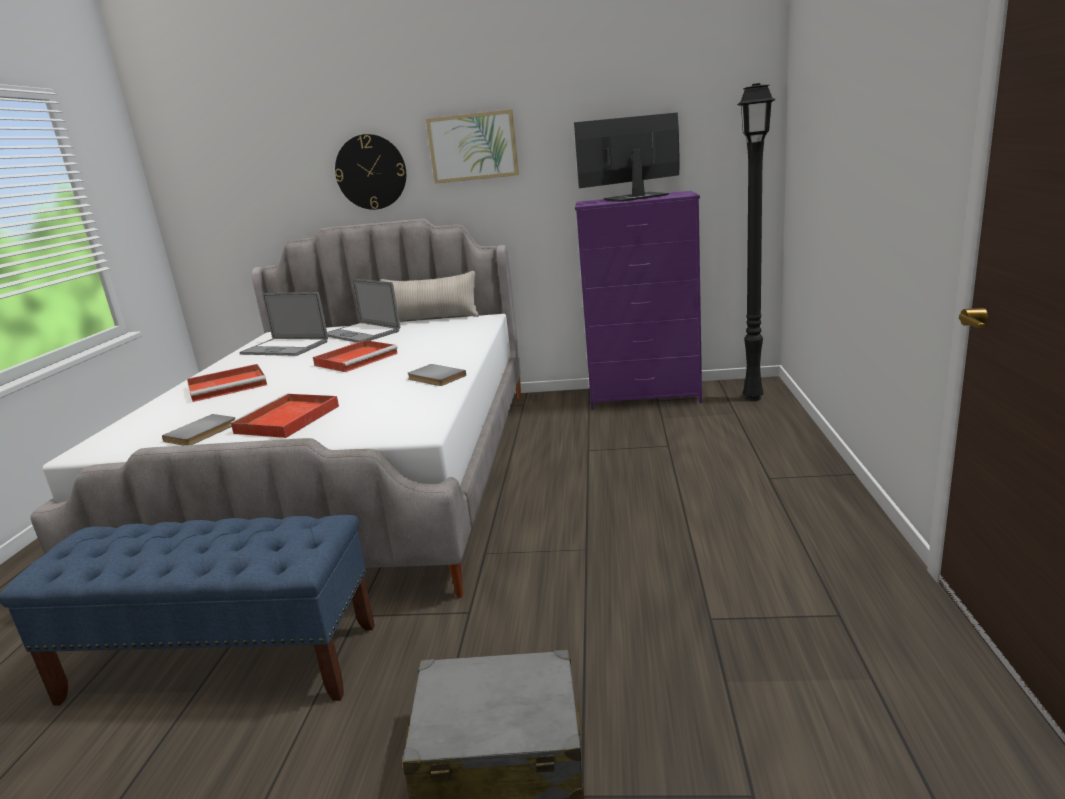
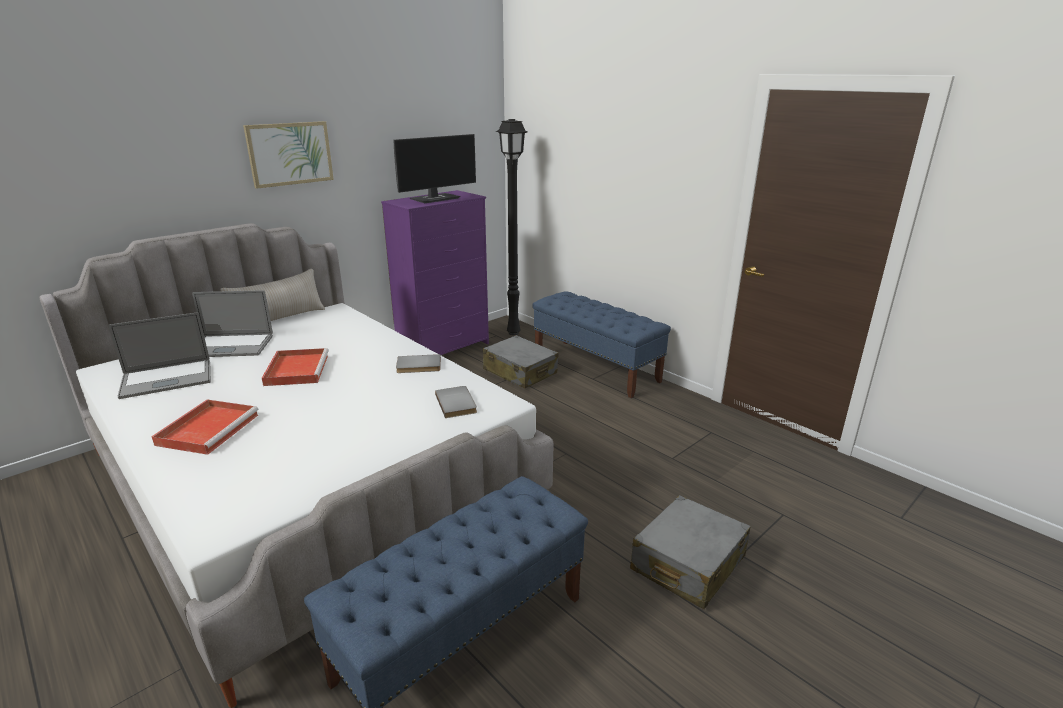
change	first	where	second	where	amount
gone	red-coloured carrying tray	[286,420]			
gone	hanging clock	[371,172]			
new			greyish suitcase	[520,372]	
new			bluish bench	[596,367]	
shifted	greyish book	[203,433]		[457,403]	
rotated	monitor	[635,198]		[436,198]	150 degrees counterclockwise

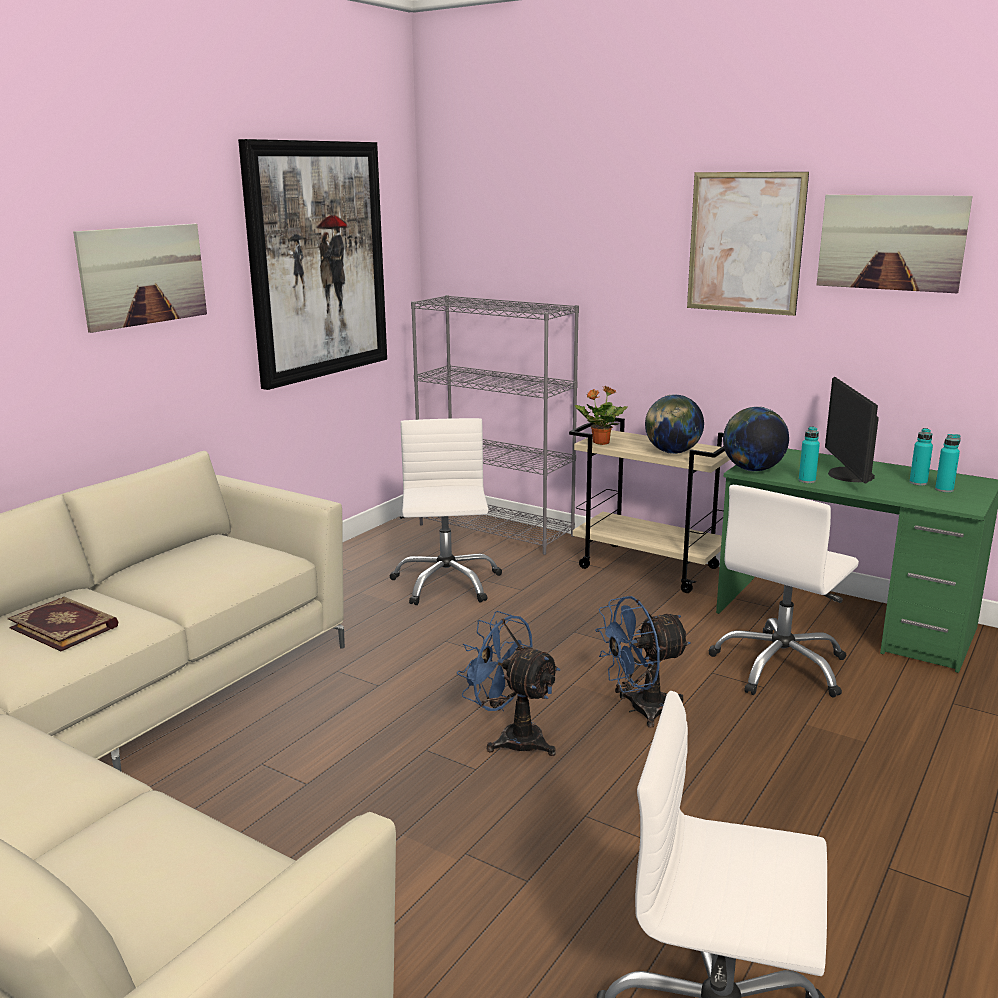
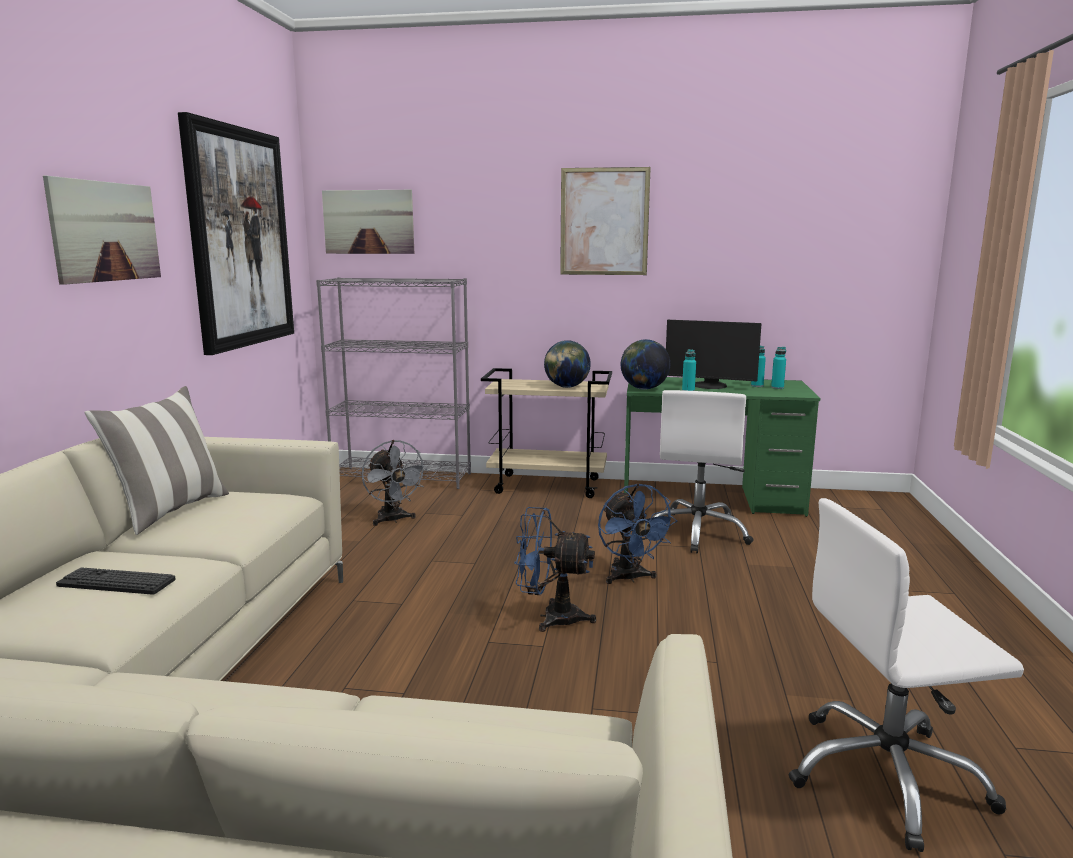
change	first	where	second	where	amount
gone	plant in a pot	[600,442]			
new			pillow	[170,511]	
shifted	wall picture	[891,242]		[368,222]	
swapped	book	[65,626]	computer keyboard	[116,582]	
swapped	white-coloured computer chair	[446,583]	greyish fan	[393,520]	
rotated	bluish fan	[640,710]		[629,578]	60 degrees counterclockwise
rotated	monitor	[848,475]		[709,386]	45 degrees counterclockwise

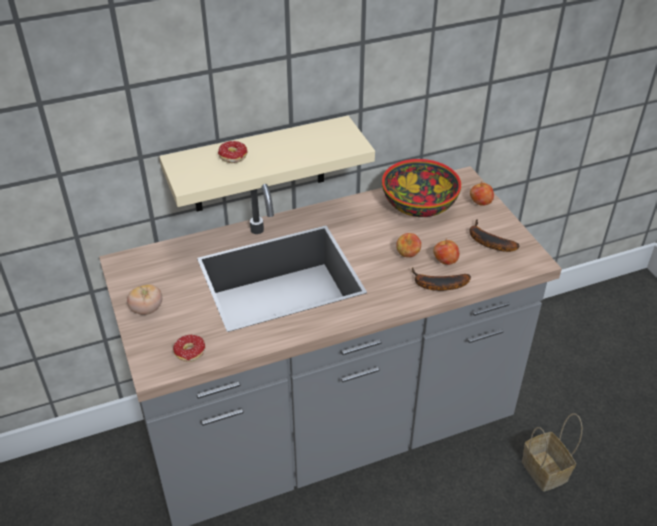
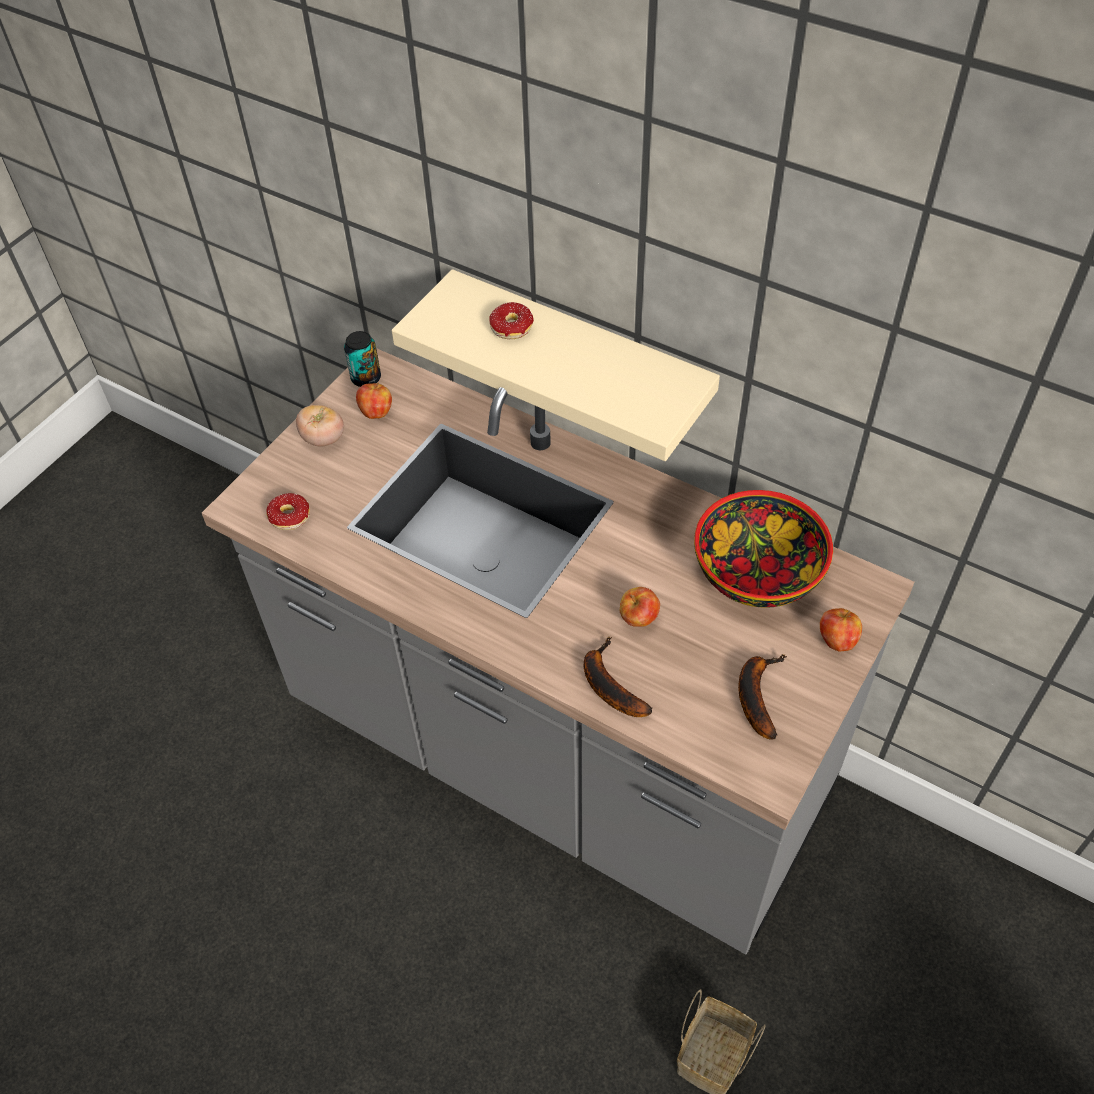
change	first	where	second	where	amount
new			can	[366,378]	
shifted	apple fruit	[445,261]		[376,412]	

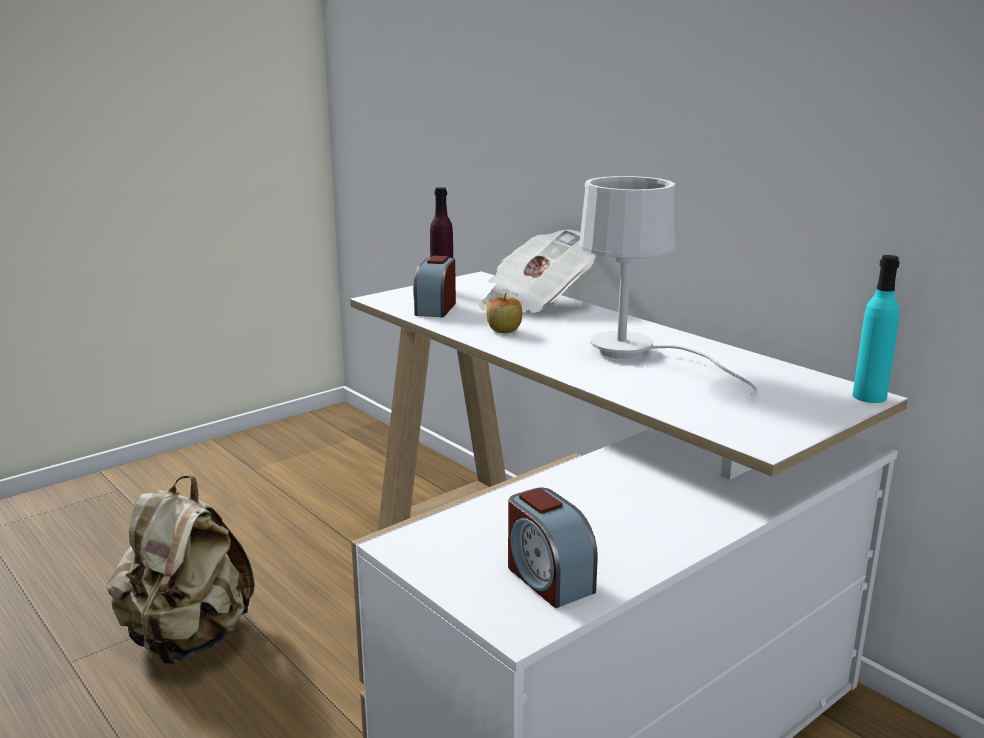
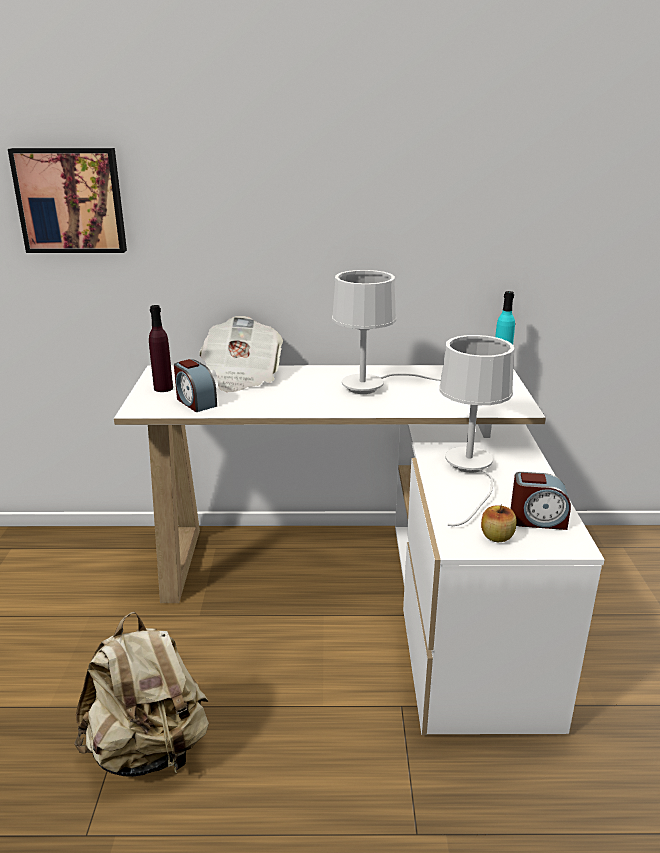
change	first	where	second	where	amount
new			wall picture	[71,200]	
new			white-coloured table lamp	[470,472]	
shifted	apple fruit	[504,330]		[497,537]	

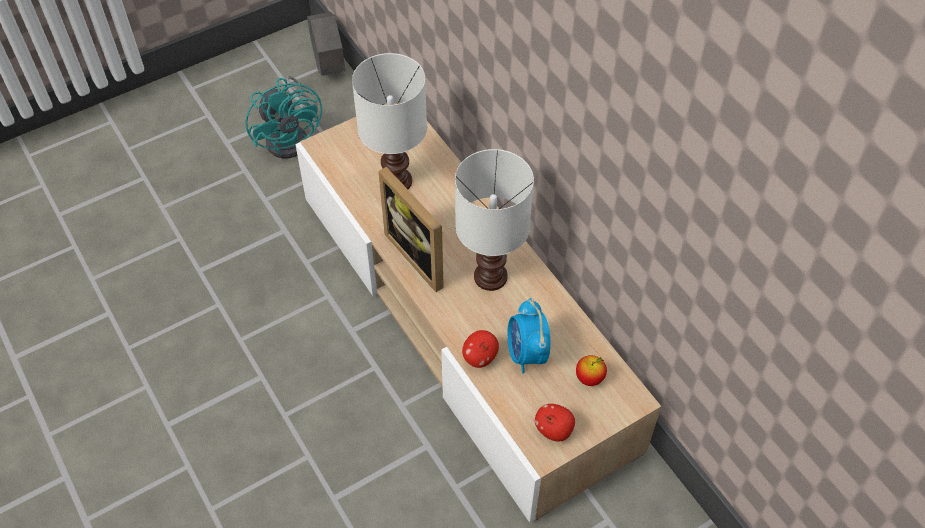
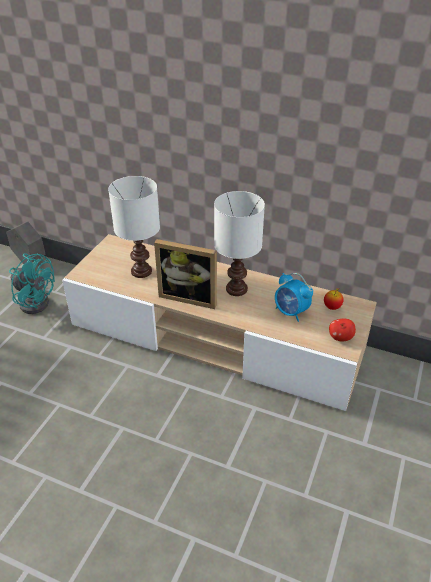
change	first	where	second	where	amount
gone	apple fruit	[480,357]			

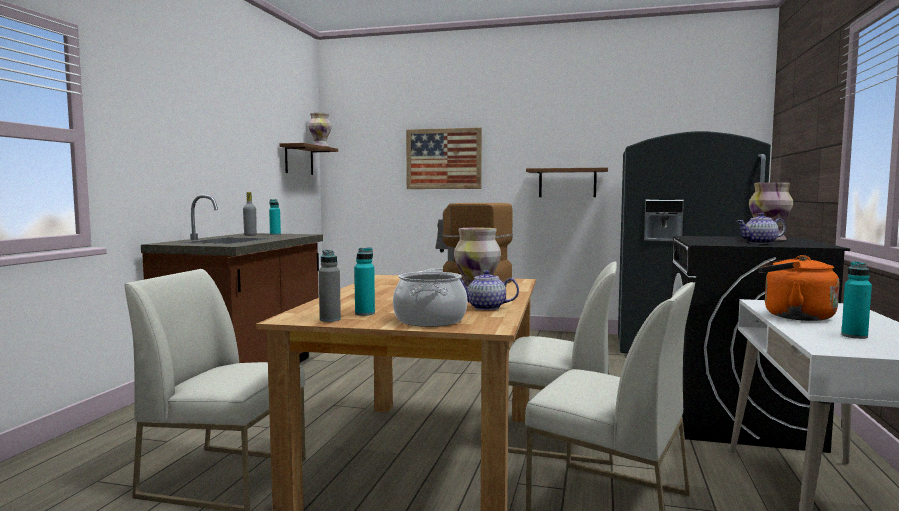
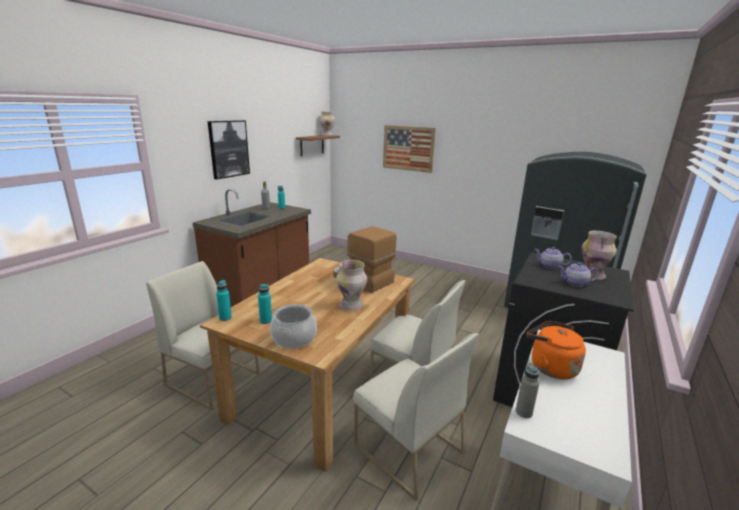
change	first	where	second	where	amount
gone	wall shelf	[567,183]			
new			wall picture	[228,149]	
shifted	greyish beverage bottle	[330,319]		[523,412]	
shifted	teapot	[486,307]		[549,266]	
shifted	turquoise-coloured beverage bottle	[854,336]		[225,318]	

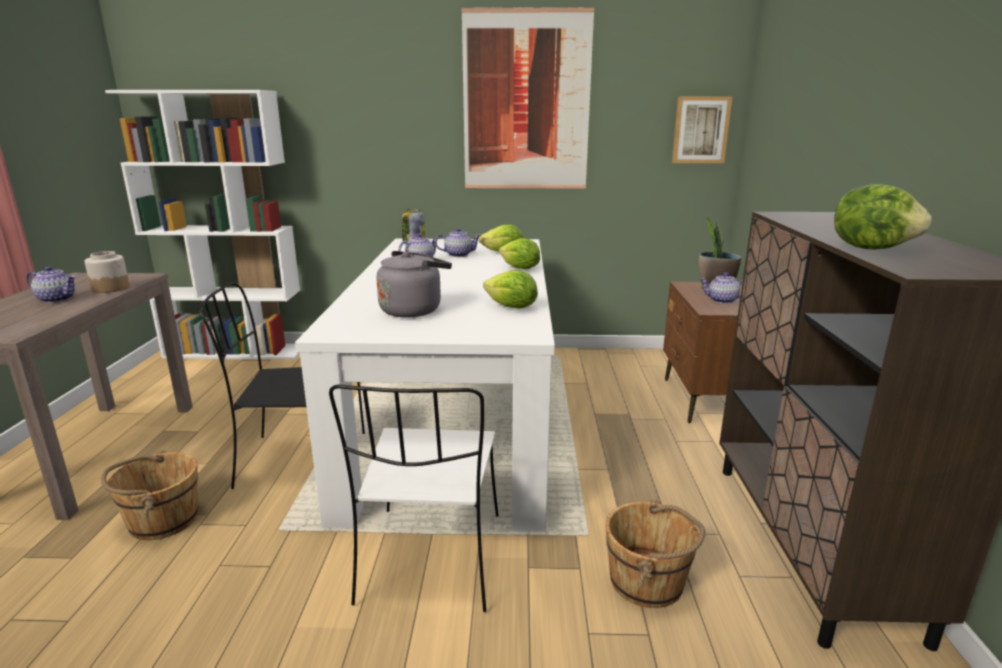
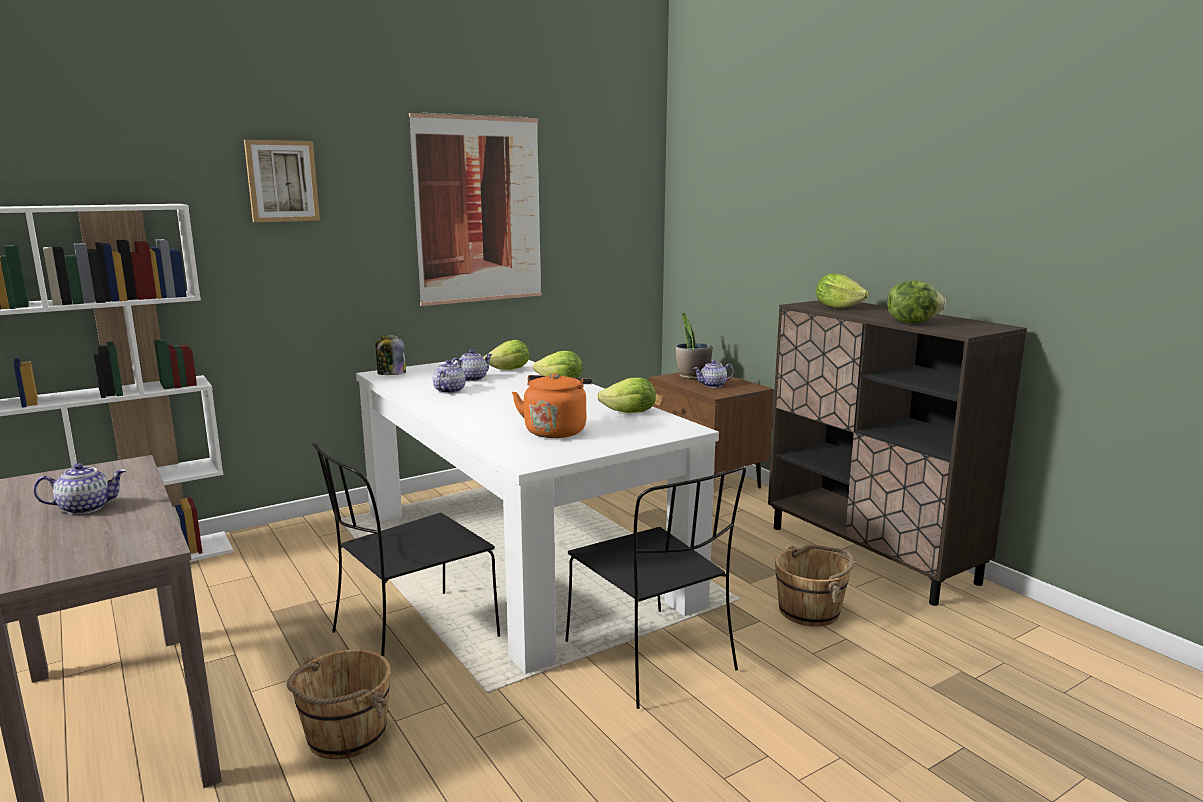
change	first	where	second	where	amount
gone	storage jar	[111,288]			
new			head of lettuce	[838,307]	
shifted	wall picture	[700,130]		[282,181]	
repainted	white-coloured upright chair	[431,560]	black-coloured upright chair	[652,658]	
repainted	greyish water kettle	[413,310]	orange-coloured water kettle	[556,430]	

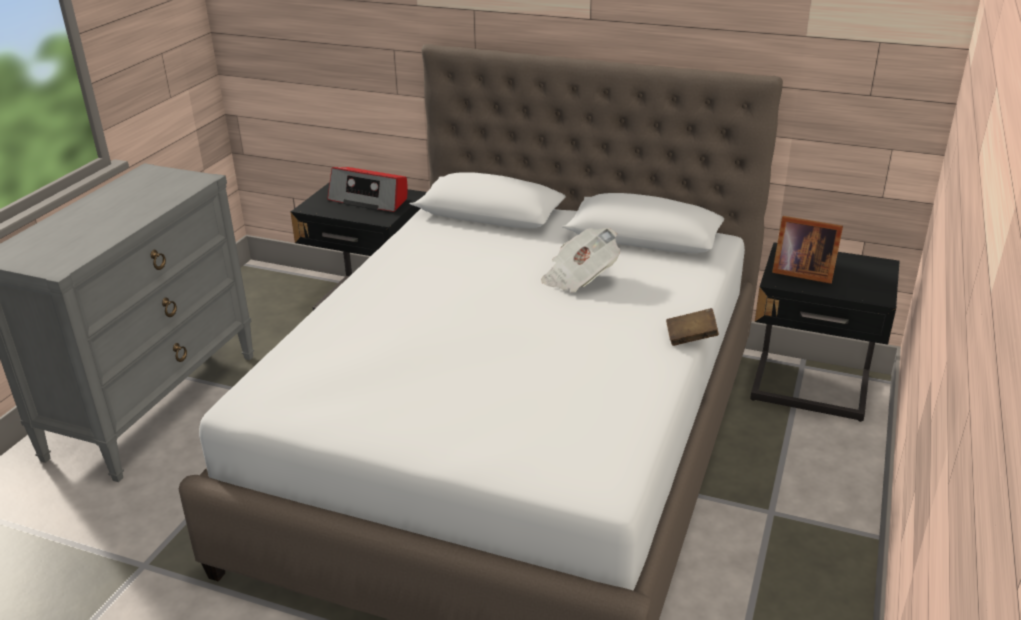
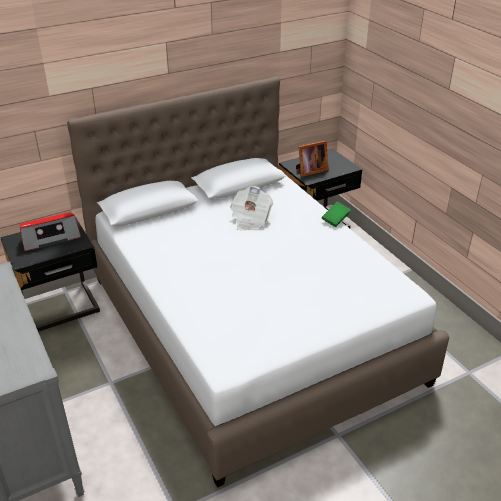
change	first	where	second	where	amount
repainted	brownish book	[691,338]	green-coloured book	[335,220]	

